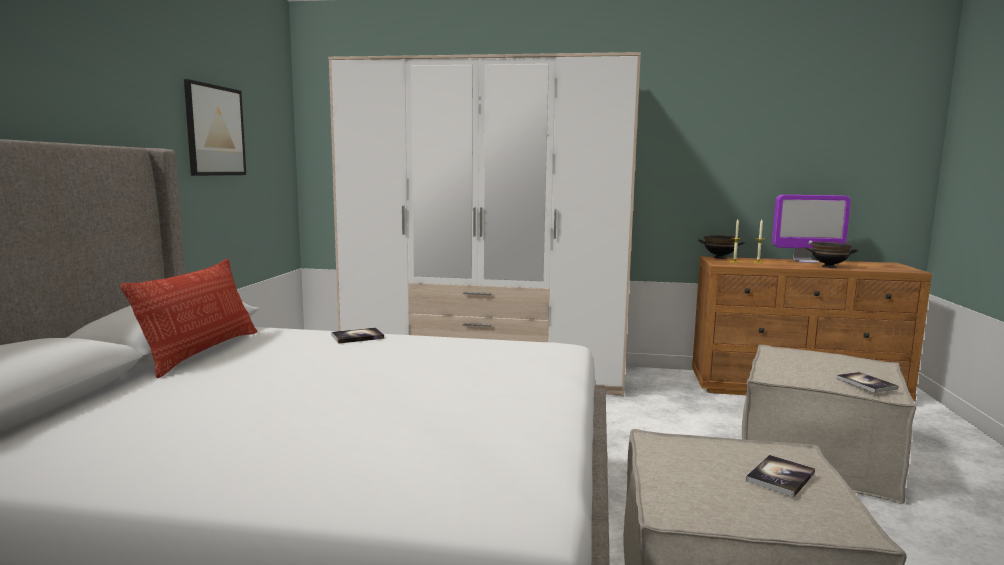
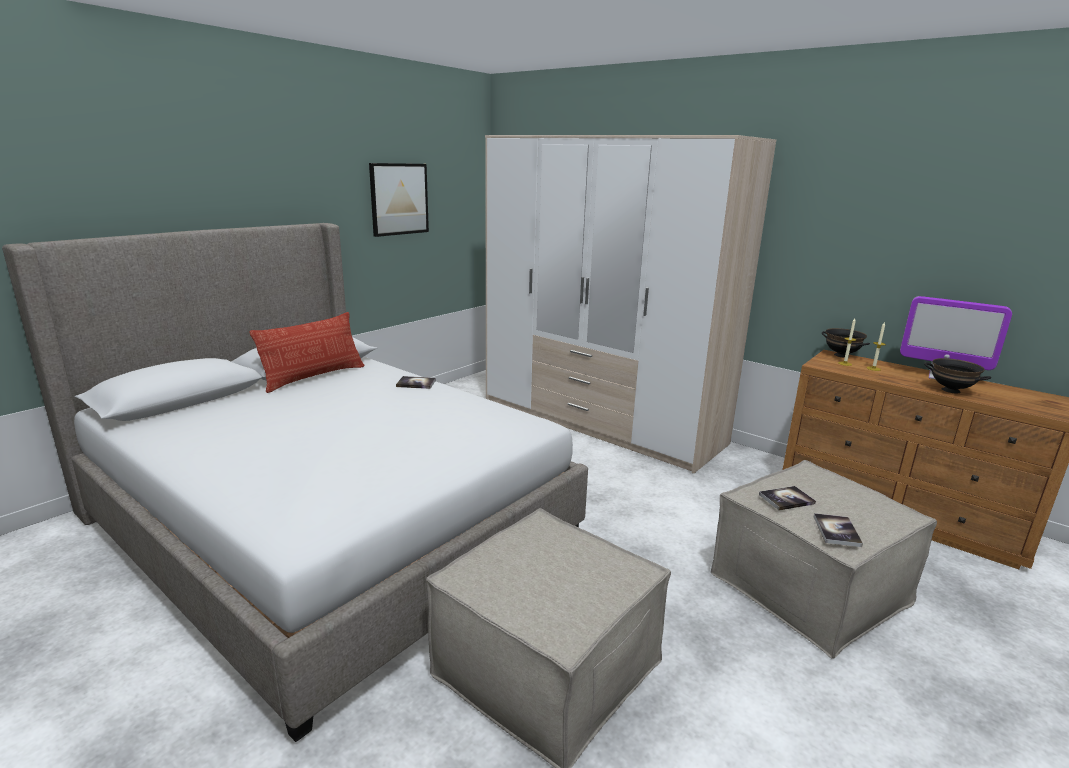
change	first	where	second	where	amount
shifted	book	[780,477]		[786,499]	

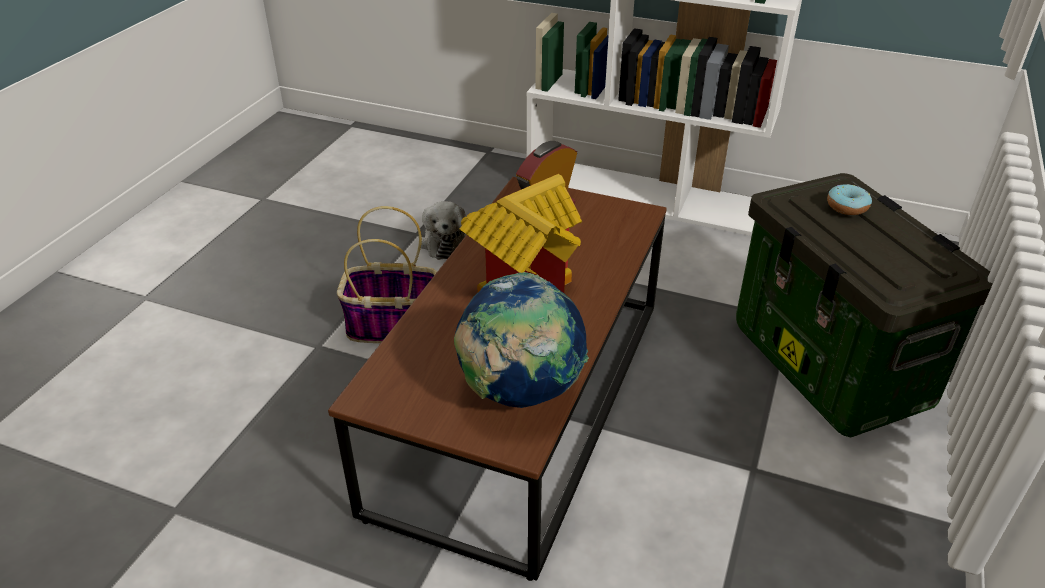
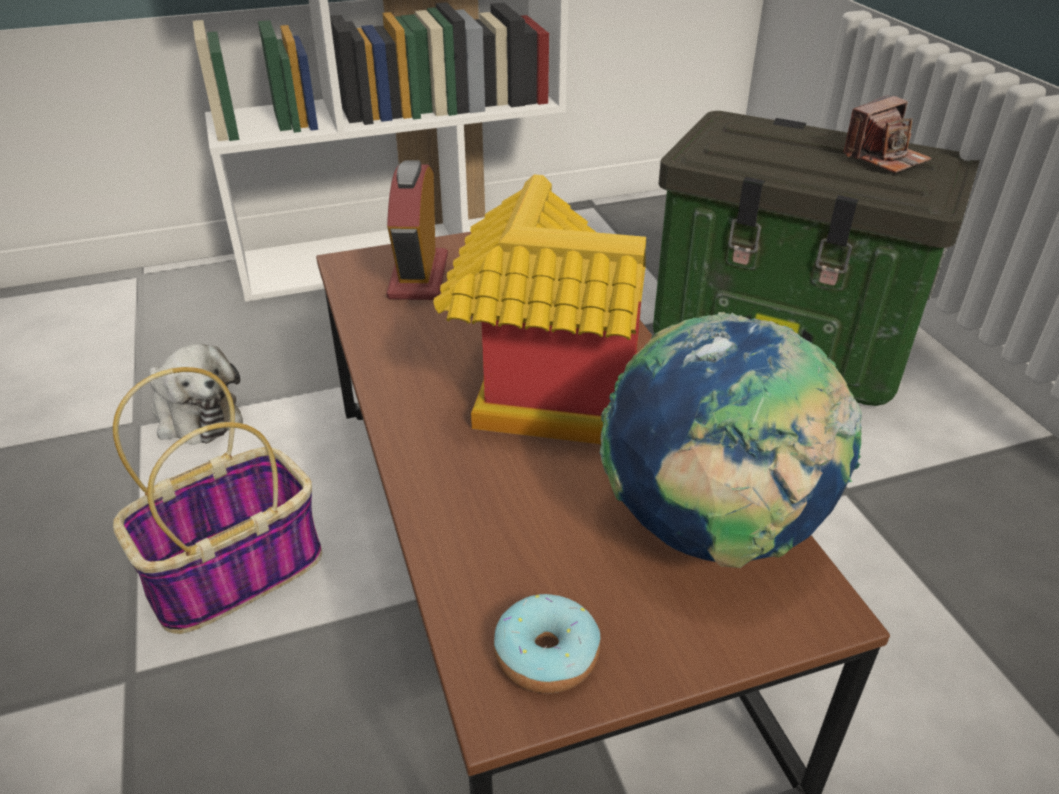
change	first	where	second	where	amount
new			still camera	[885,157]	
shifted	donut	[847,207]		[546,655]	

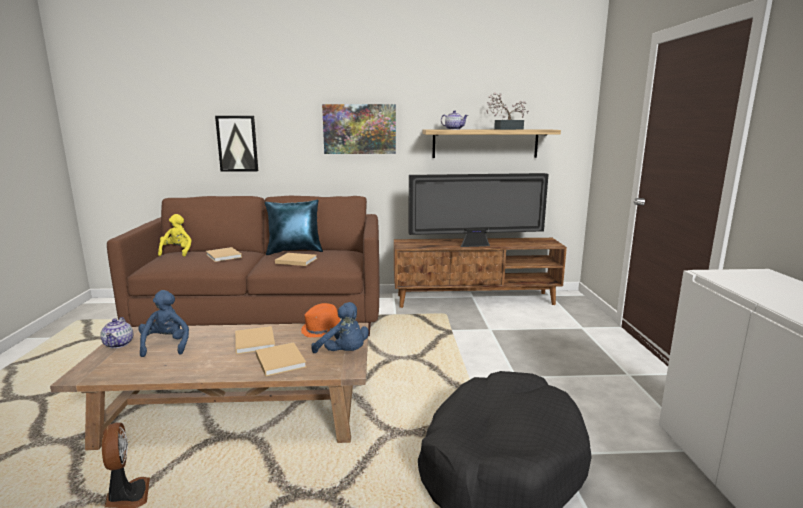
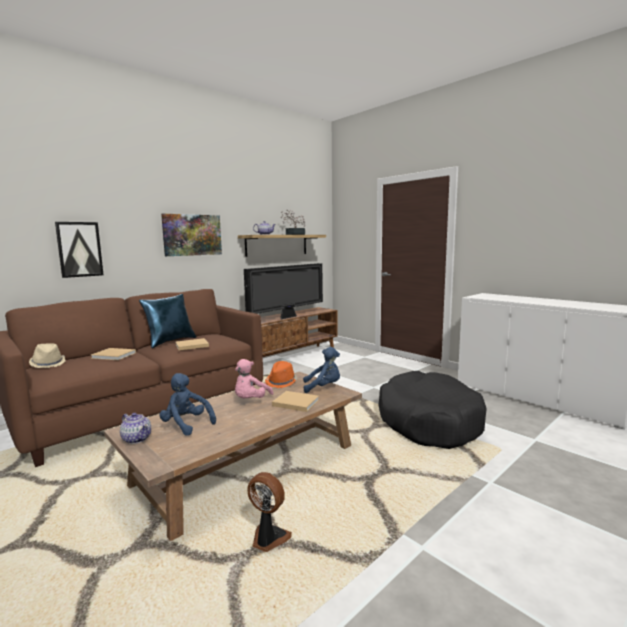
change	first	where	second	where	amount
swapped	yellowish cuddly toy	[177,252]	beige hat	[48,364]	
swapped	beige book	[254,341]	pink cuddly toy	[251,400]	

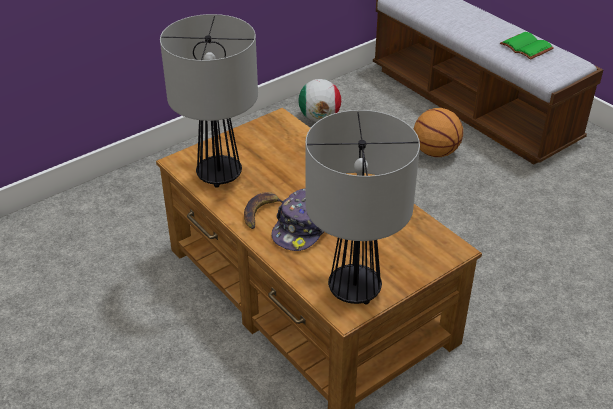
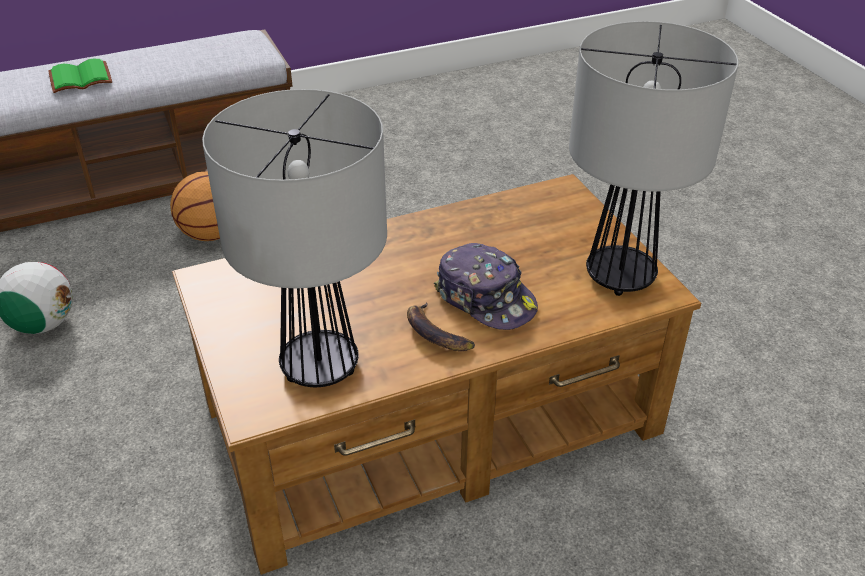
change	first	where	second	where	amount
shifted	green-coloured book	[524,47]		[79,79]	

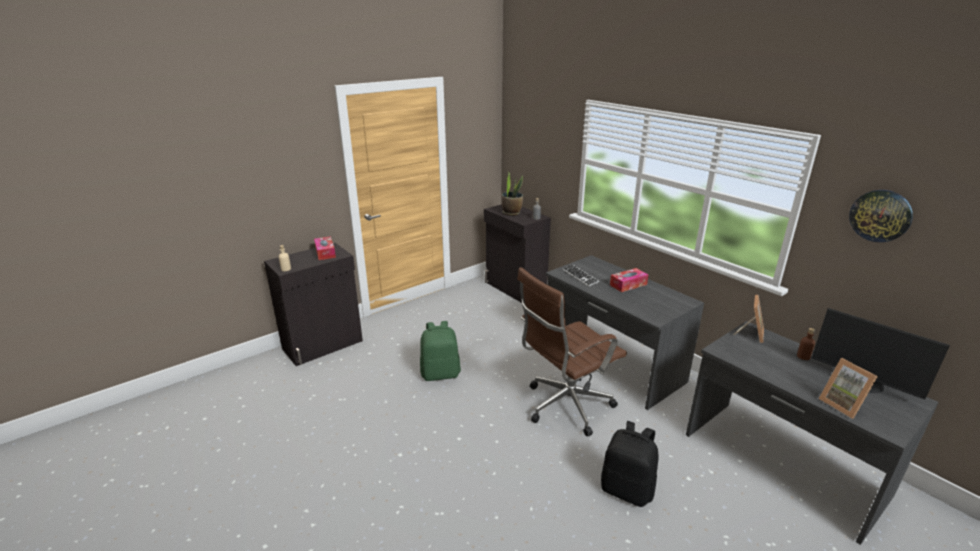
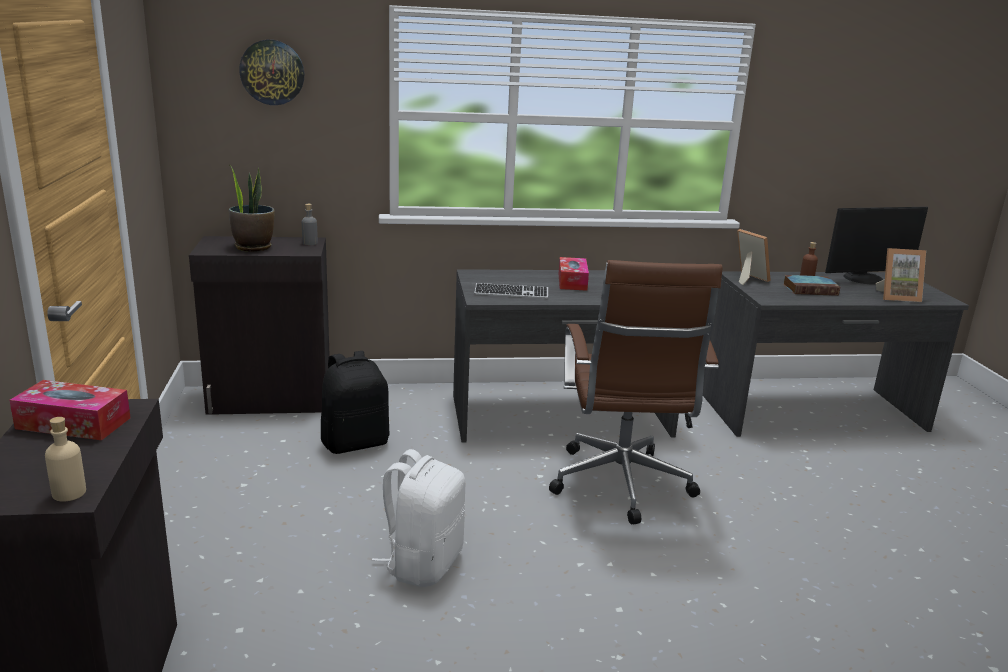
change	first	where	second	where	amount
new			book	[811,289]	
shifted	black-coloured rucksack	[627,489]		[355,443]	
shifted	hanging clock	[880,215]		[272,72]	
repainted	green-coloured rucksack	[440,373]	white-coloured rucksack	[423,563]	

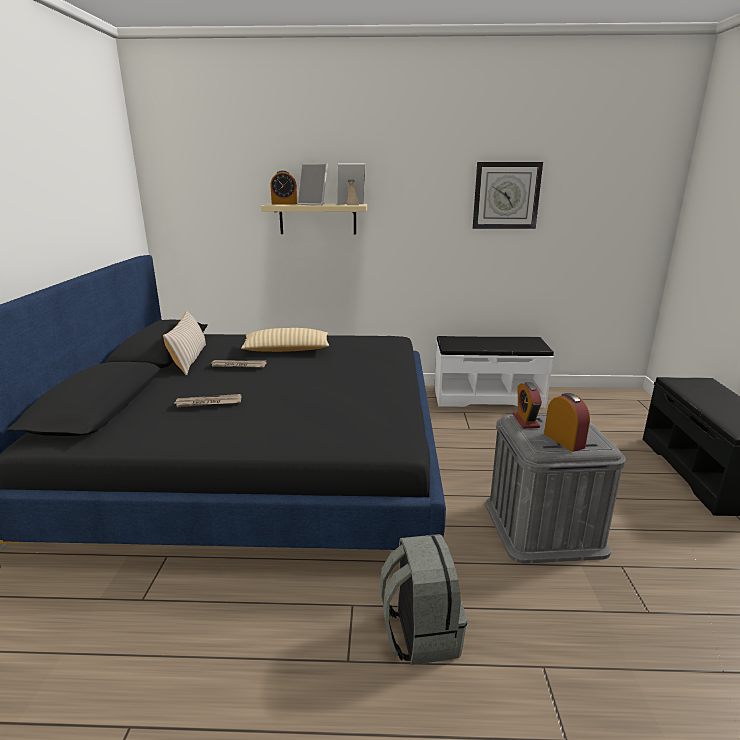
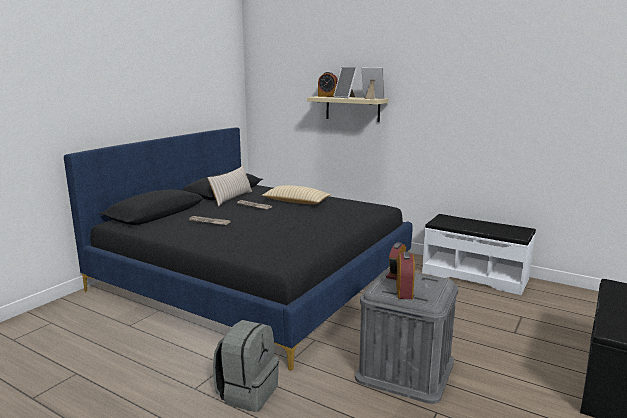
change	first	where	second	where	amount
gone	hanging clock	[506,195]			

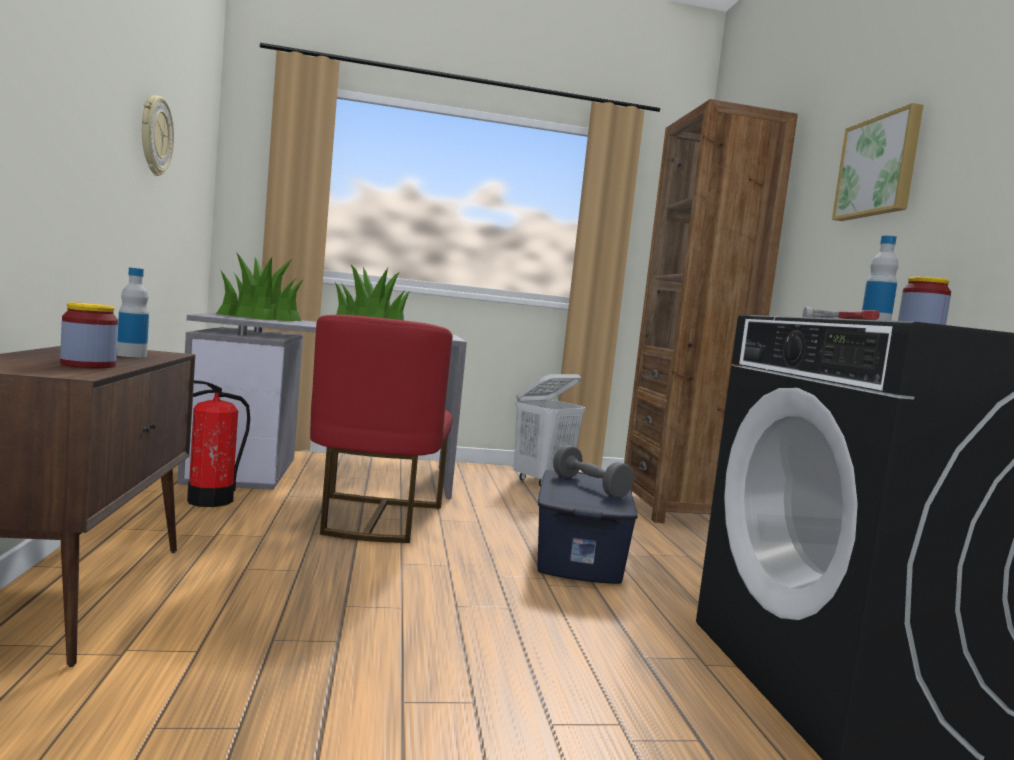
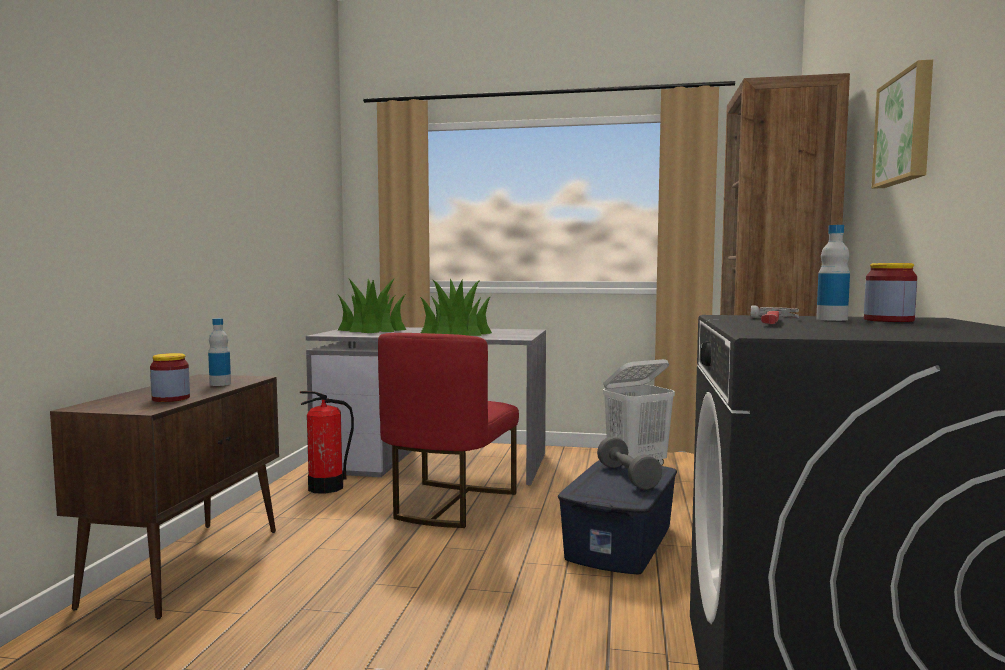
change	first	where	second	where	amount
gone	hanging clock	[154,136]			

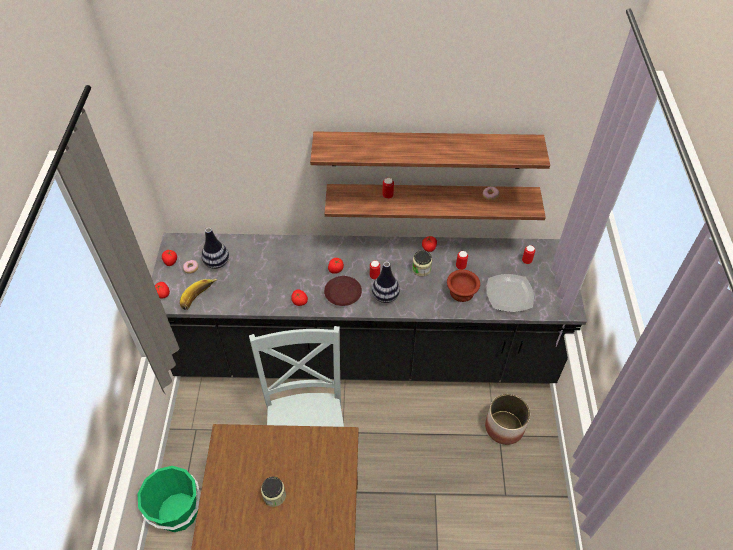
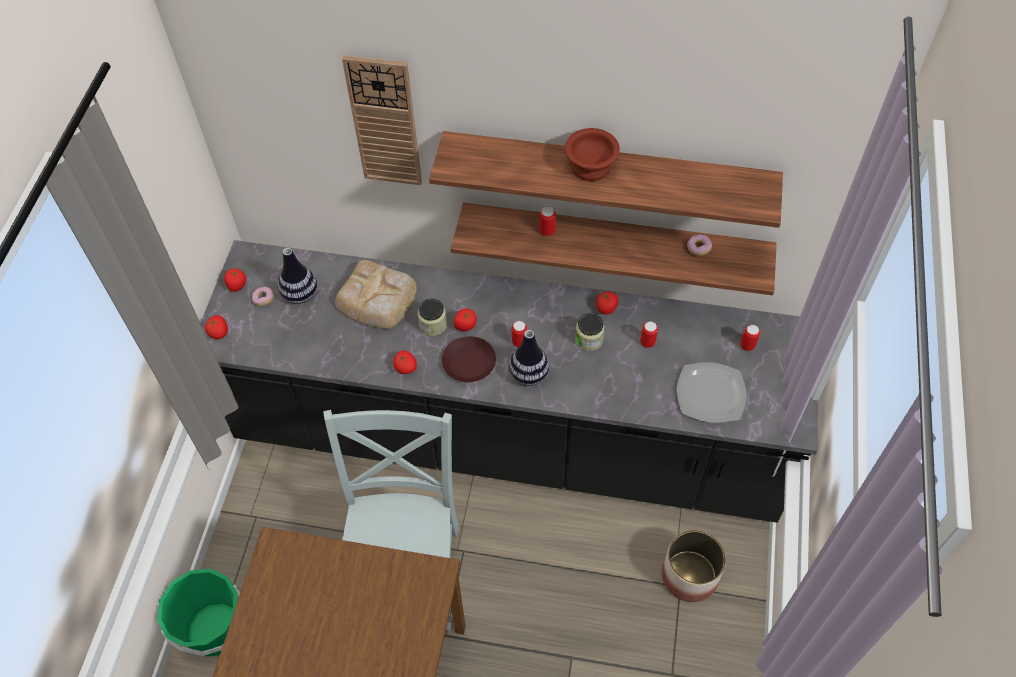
change	first	where	second	where	amount
gone	banana	[200,298]			
new			baked bread	[377,299]	
new			hanging clock	[385,122]	
shifted	storage jar	[274,495]		[433,325]	
shifted	brownish bowl	[461,293]		[590,168]	

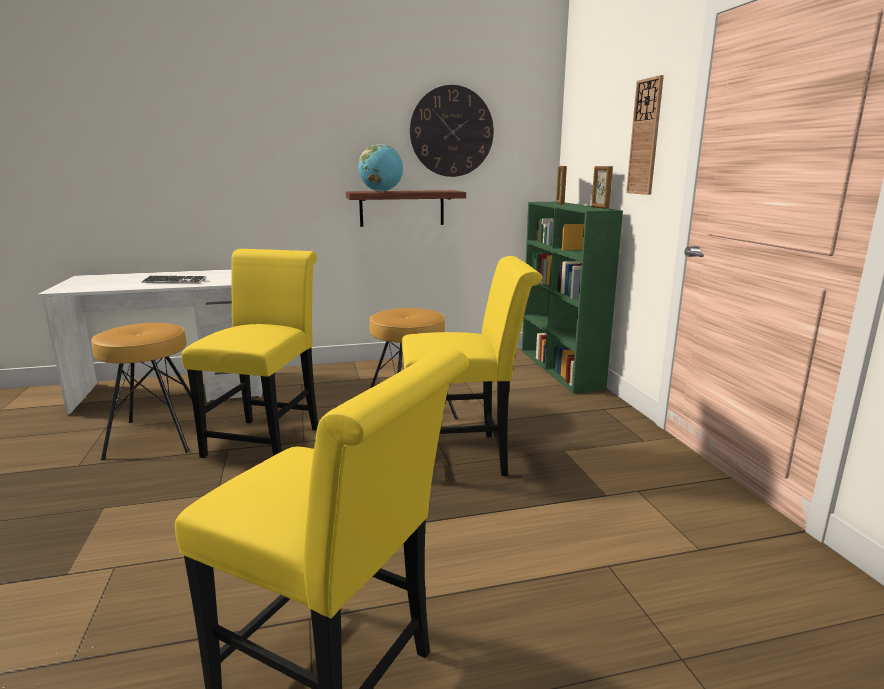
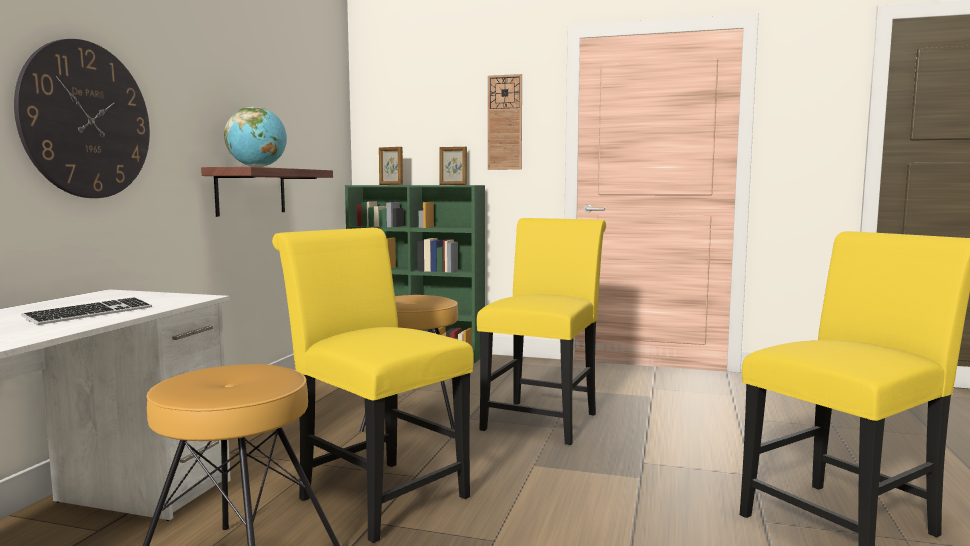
change	first	where	second	where	amount
shifted	hanging clock	[452,131]		[87,120]	

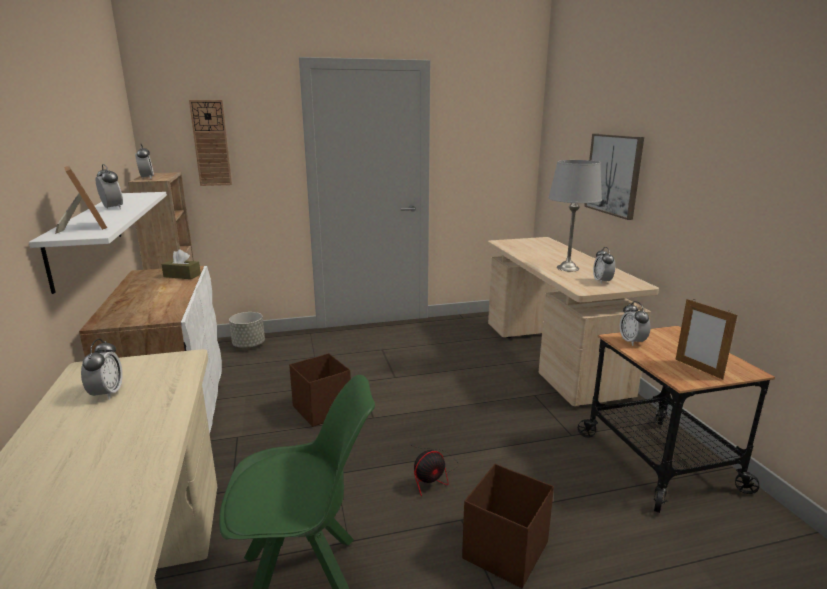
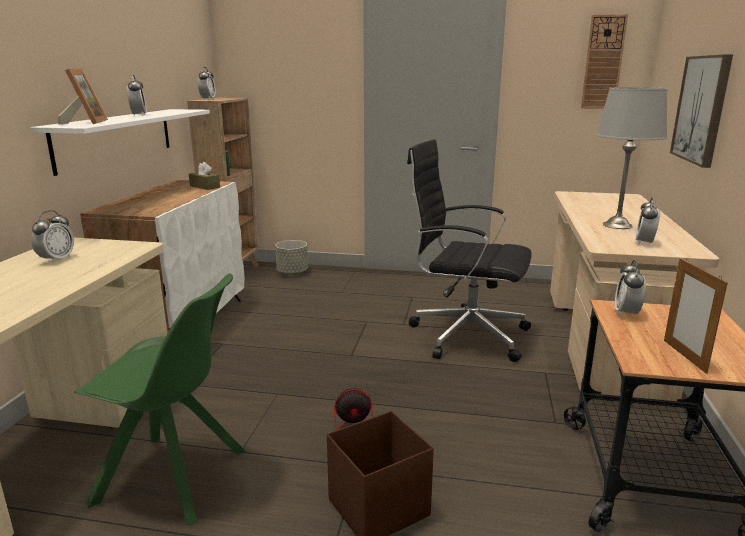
change	first	where	second	where	amount
gone	brownish storage box	[322,409]			
new			black-coloured computer chair	[465,334]	
shifted	hanging clock	[211,143]		[603,62]	

